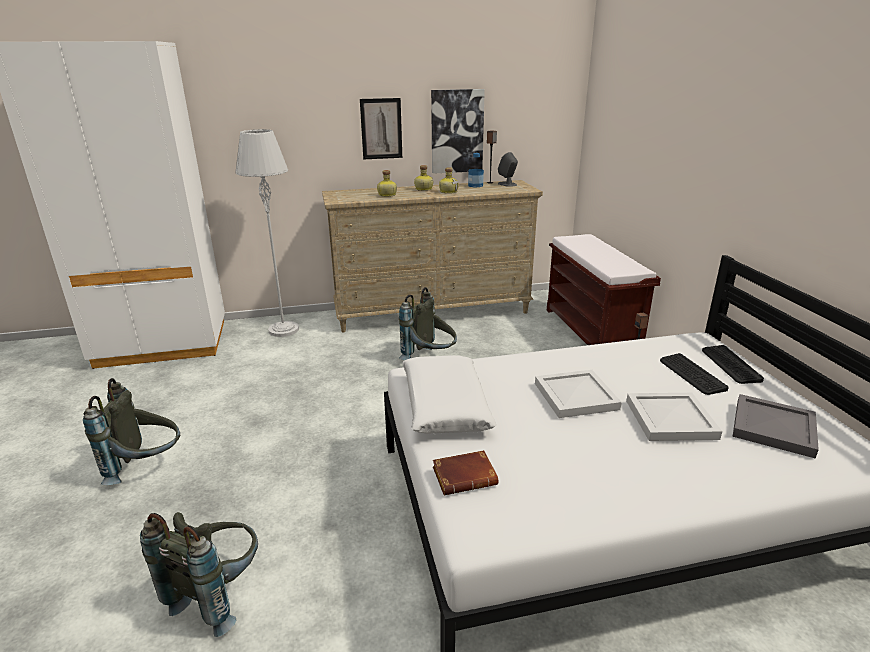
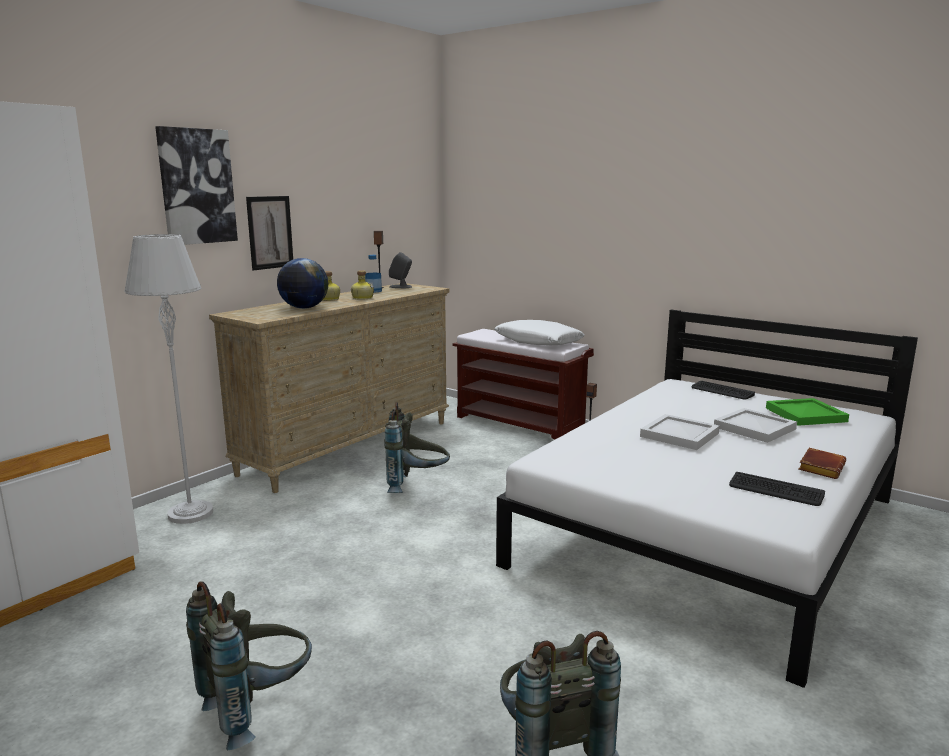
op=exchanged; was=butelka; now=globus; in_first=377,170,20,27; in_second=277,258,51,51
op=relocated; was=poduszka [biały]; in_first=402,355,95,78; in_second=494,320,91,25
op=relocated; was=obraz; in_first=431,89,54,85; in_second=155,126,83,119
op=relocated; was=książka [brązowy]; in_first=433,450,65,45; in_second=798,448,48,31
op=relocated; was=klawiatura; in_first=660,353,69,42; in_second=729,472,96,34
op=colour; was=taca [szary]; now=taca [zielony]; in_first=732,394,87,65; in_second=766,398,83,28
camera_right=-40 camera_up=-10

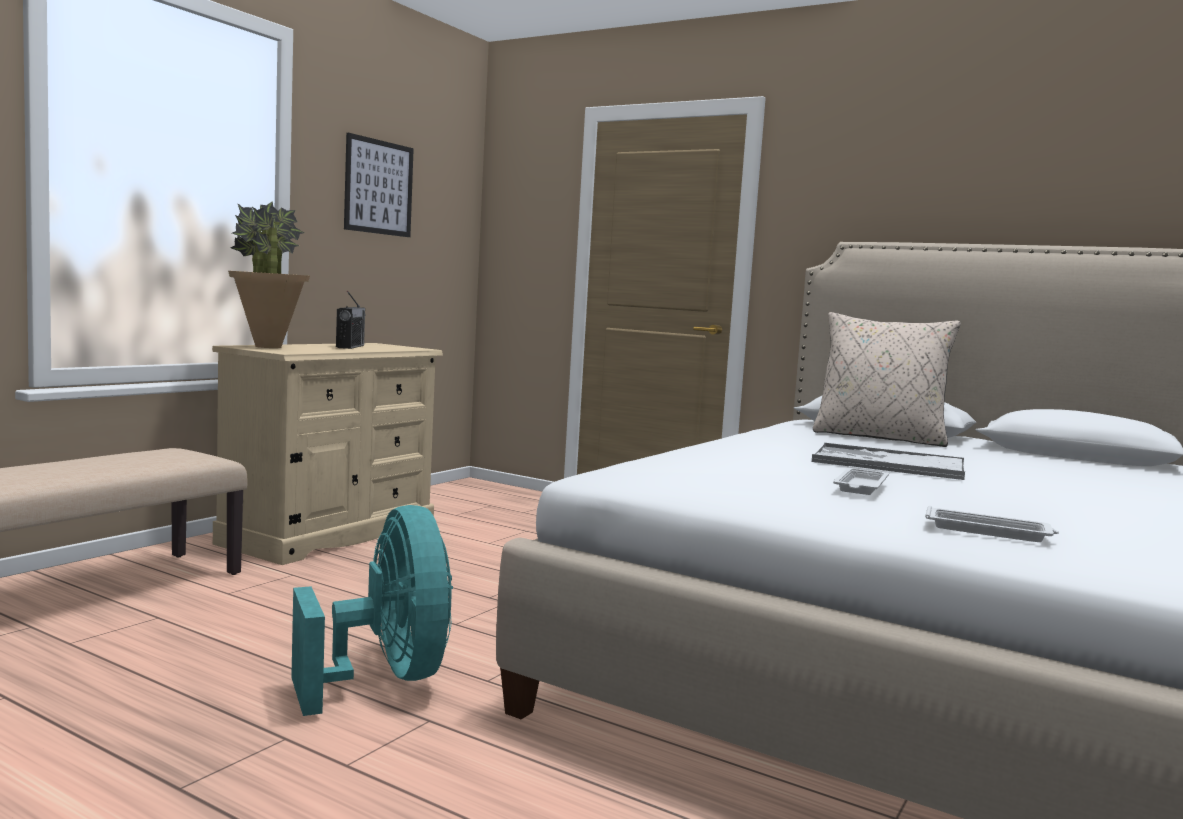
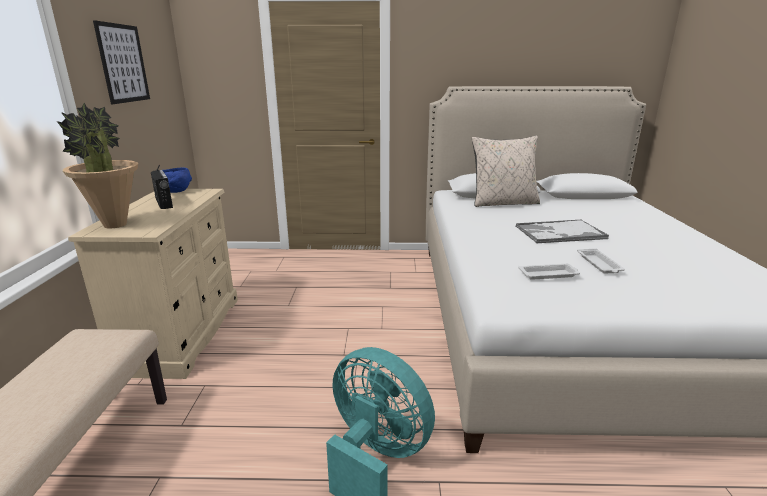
op=relocated; was=taca [biały]; in_first=925,506,134,36; in_second=518,264,62,16
op=appeared; now=miska [niebieski]; in_second=163,168,29,25
camera_right=-30 camera_up=15

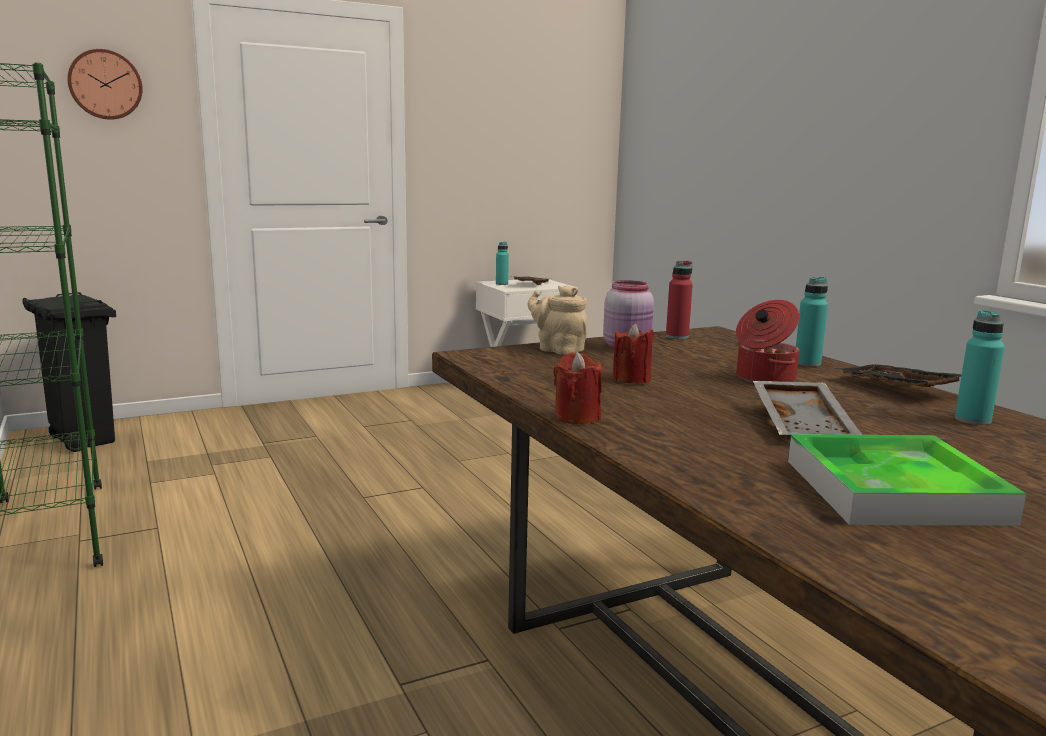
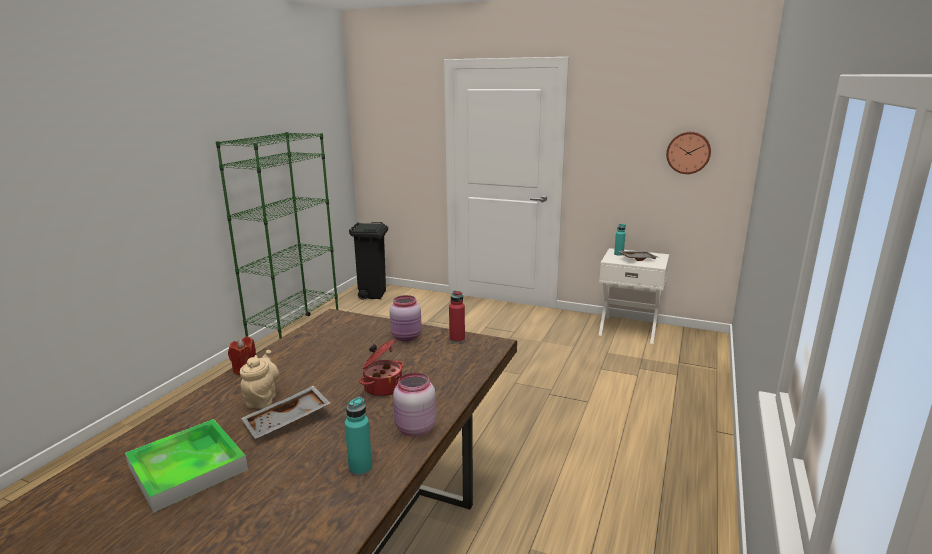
op=relocated; was=zegar ścienny; in_first=67,49,76,71; in_second=666,132,45,42
op=relocated; was=imbryk [beżowy]; in_first=528,285,59,70; in_second=240,350,39,59
op=missing; was=świeca [czerwony]; in_first=612,323,42,61
op=missing; was=butelka [turkusowy]; in_first=796,277,32,90
op=exchanged; was=taca [czarny]; now=słoik [różowy]; in_first=833,364,129,23; in_second=393,372,43,65
camera_right=50 camera_up=5

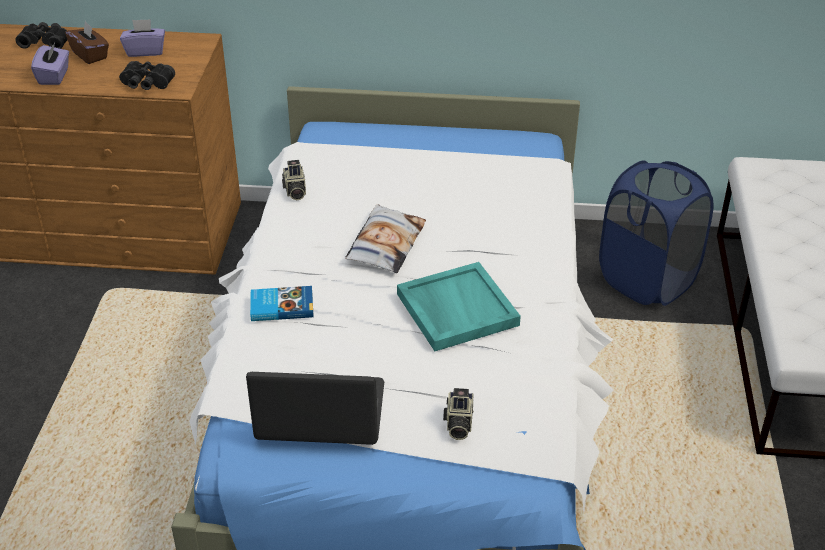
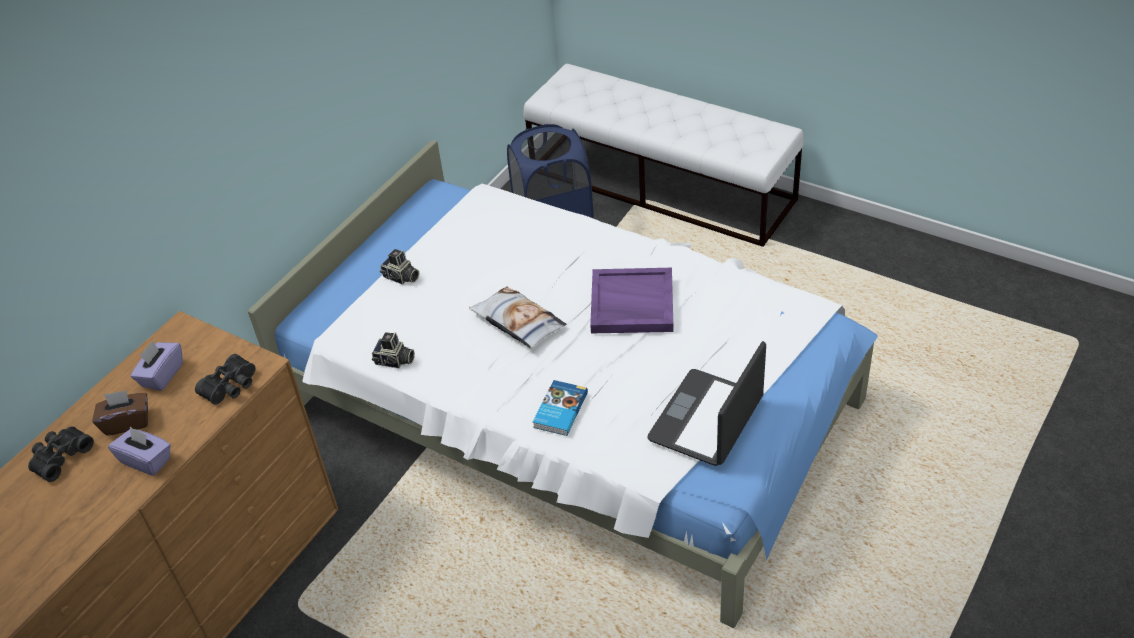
op=colour; was=taca [turkusowy]; now=taca [fioletowy]; in_first=397,262,124,89; in_second=590,268,84,65
op=relocated; was=aparat fotograficzny; in_first=443,388,31,52; in_second=380,249,39,36
camera_right=-60 camera_up=5

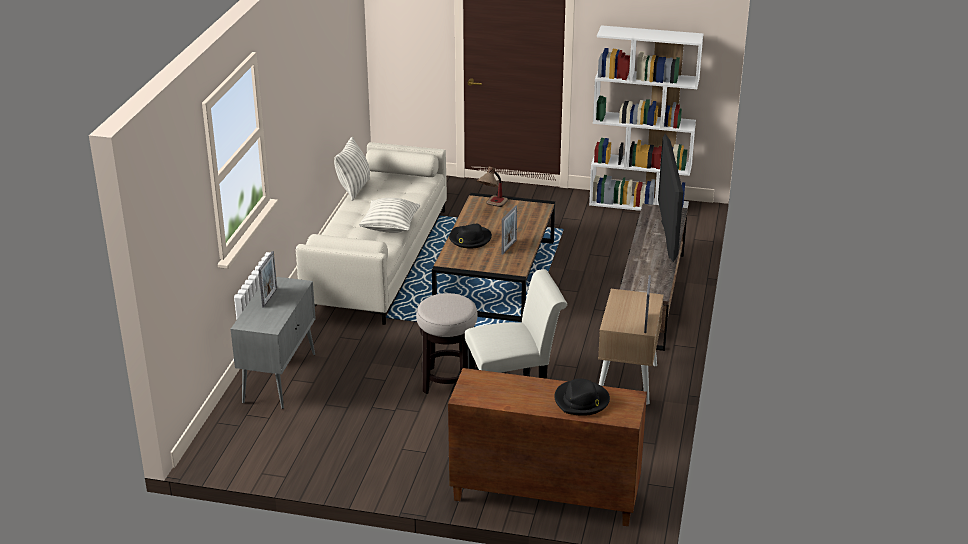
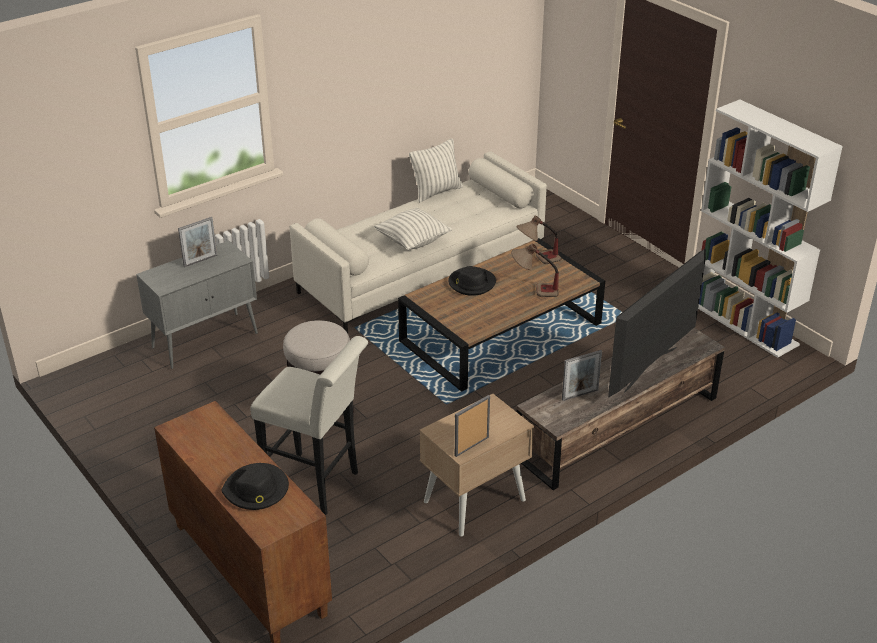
op=relocated; was=ramka na zdjęcie; in_first=502,205,15,49; in_second=562,350,40,51
op=appeared; now=lampa stołowa; in_second=511,244,48,53
camera_right=40 camera_up=5

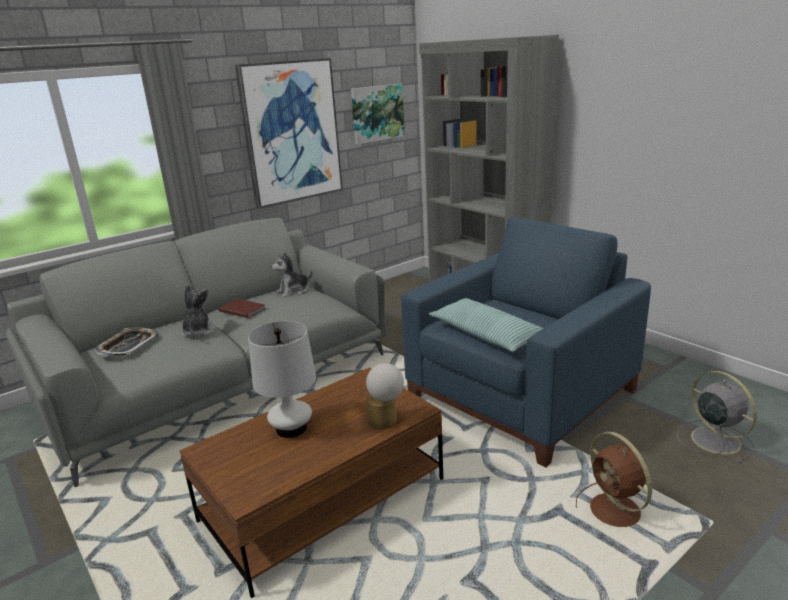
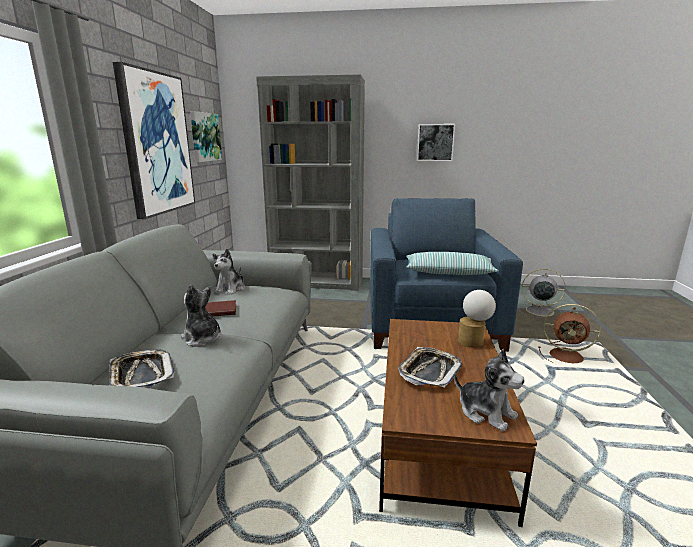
op=exchanged; was=lampa stołowa [biały]; now=taca; in_first=248,321,68,117; in_second=398,347,64,41
op=appeared; now=obraz; in_second=417,124,38,37
op=appeared; now=pluszak; in_second=454,349,71,83
camera_right=-45 camera_up=-5

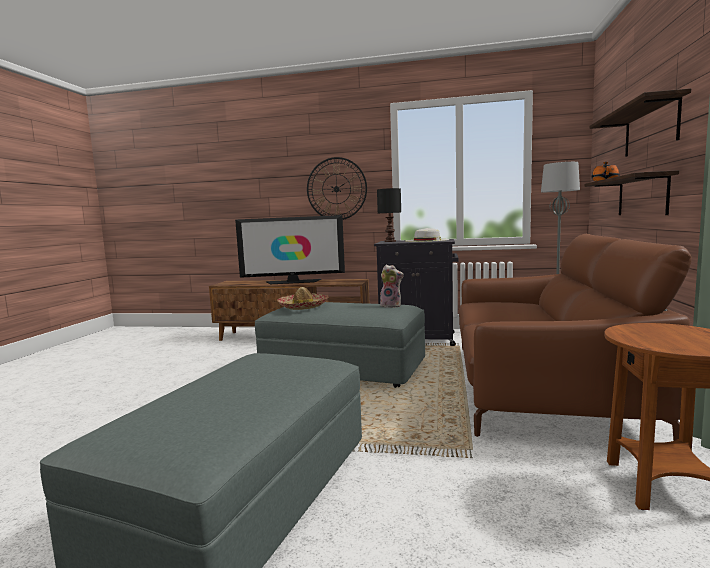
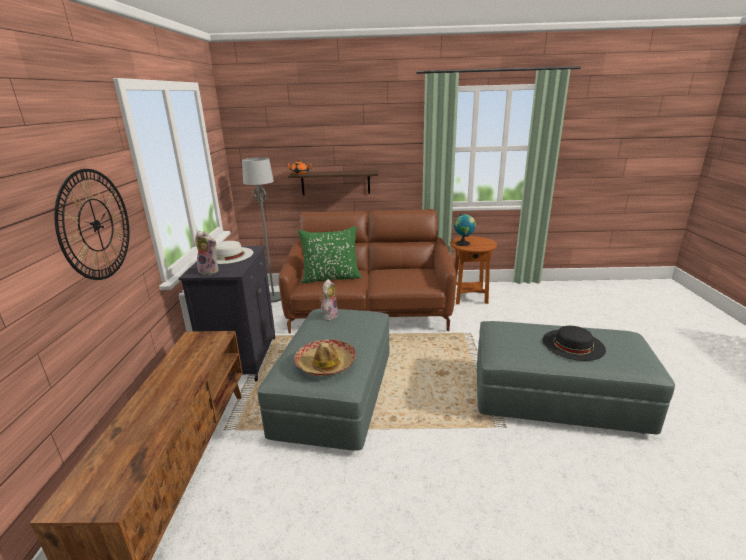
op=missing; was=telewizor; in_first=235,215,110,69
op=exchanged; was=lampa stołowa [czarny]; now=pluszak; in_first=377,188,24,54; in_second=195,231,24,44
op=missing; was=półka; in_first=589,88,102,69
op=appeared; now=poduszka [zielony]; in_second=298,226,63,57
op=appeared; now=globus; in_second=454,214,22,32
op=appeared; now=kapelusz [czarny]; in_second=542,326,64,35
camera_right=-100 camera_up=15

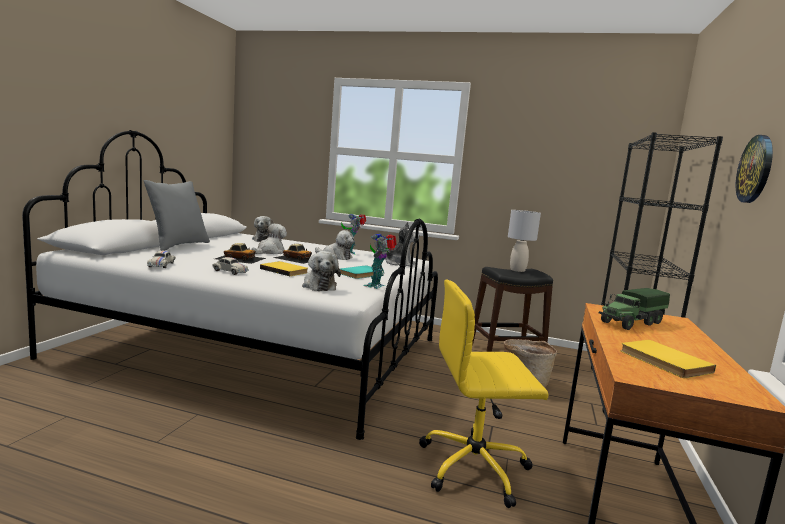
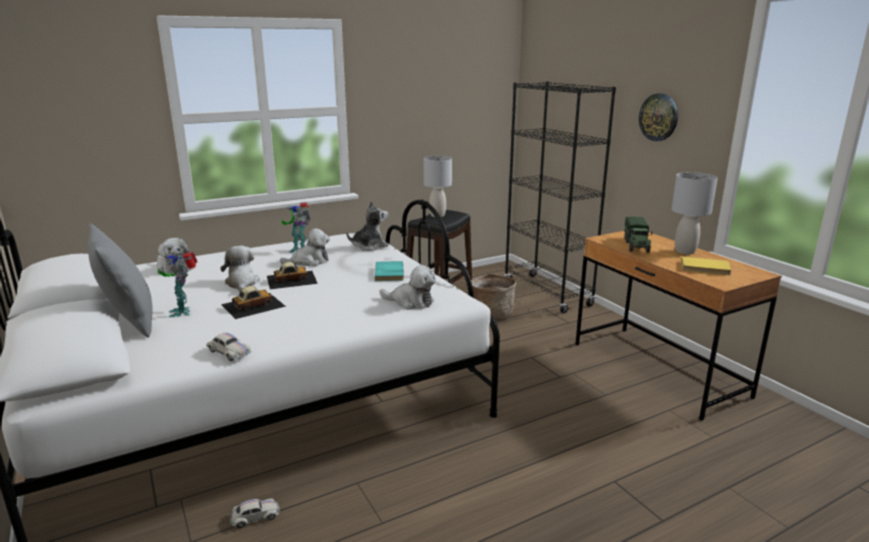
op=relocated; was=samochodzik [biały]; in_first=212,257,37,18; in_second=230,499,50,29
op=missing; was=książka [żółty]; in_first=260,261,48,15
op=relocated; was=robot zabawkowy; in_first=363,233,34,56; in_second=158,252,40,65
op=missing; was=krzesło biurowe [żółty]; in_first=419,279,129,229
op=appeared; now=lampa stołowa [szary]; in_second=672,172,46,82
camera_right=-45 camera_up=10

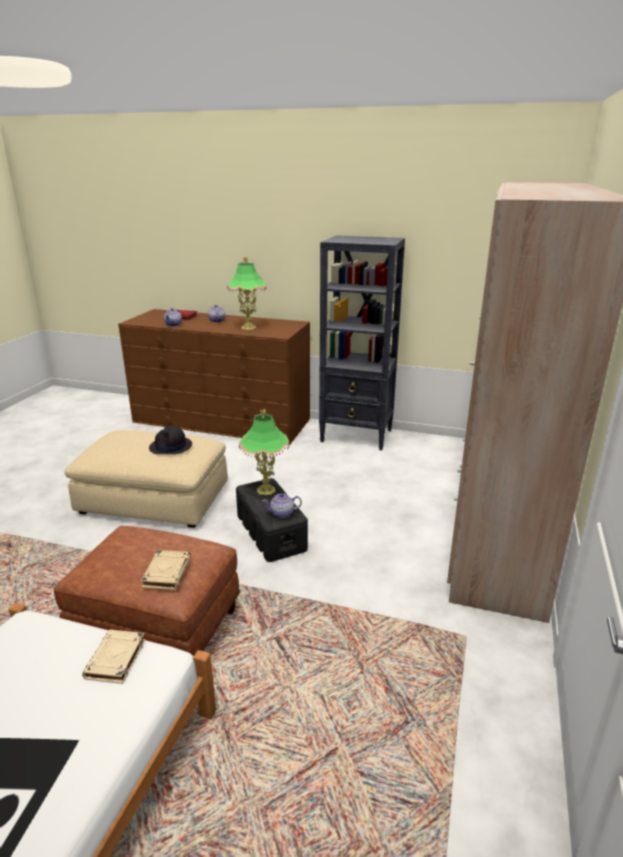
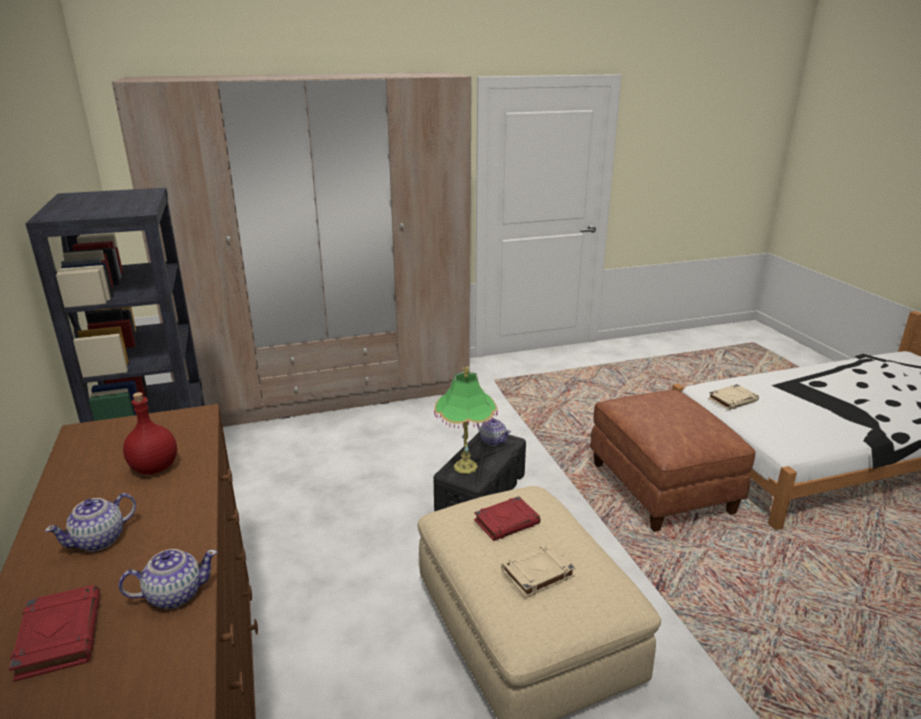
op=relocated; was=książka [beżowy]; in_first=141,550,50,40; in_second=501,544,74,54
op=exchanged; was=kapelusz [czarny]; now=książka [czerwony]; in_first=149,426,43,28; in_second=474,496,67,45
op=exchanged; was=lampa stołowa; now=butelka [czerwony]; in_first=227,257,39,73; in_second=123,392,54,83
camera_right=-125 camera_up=0

